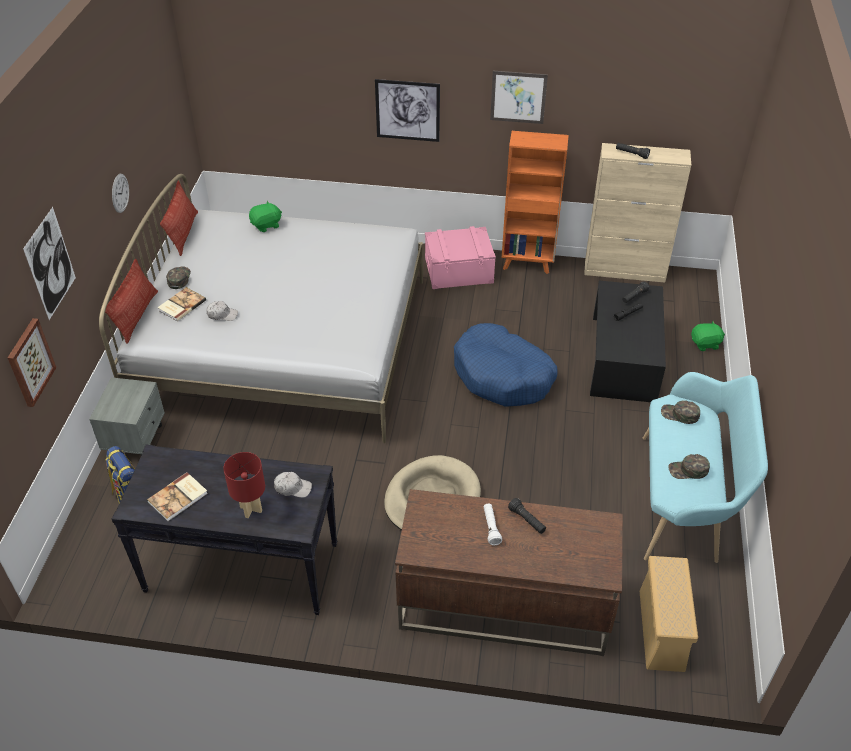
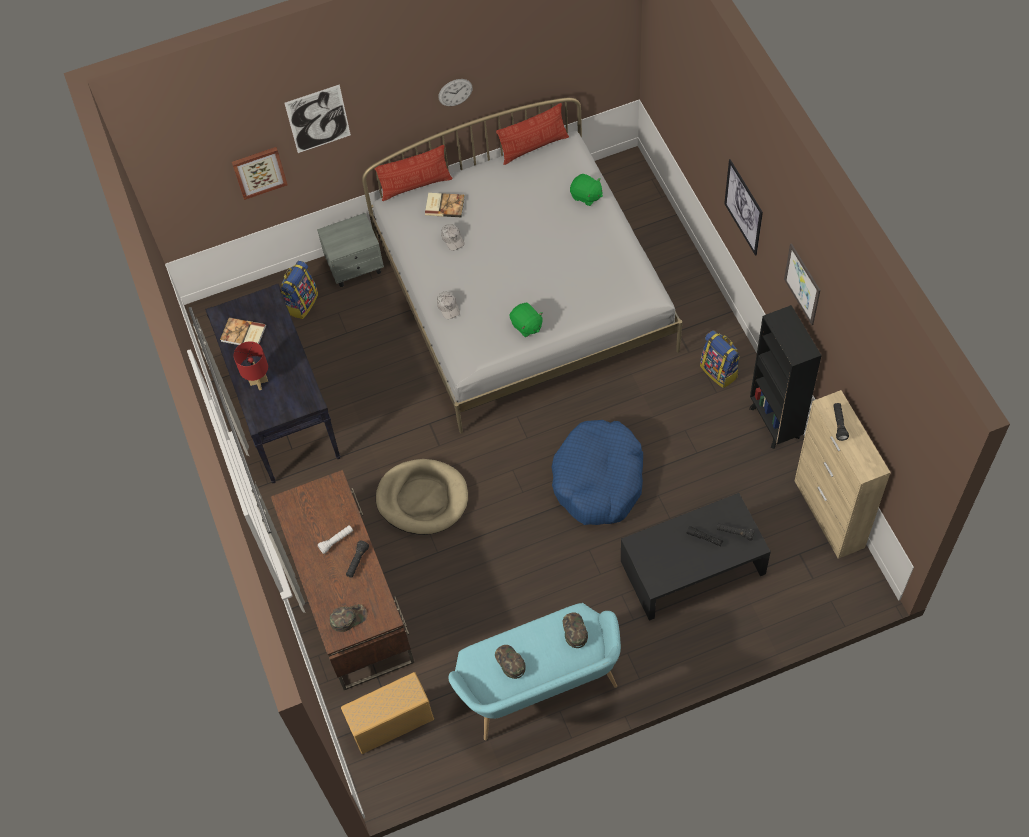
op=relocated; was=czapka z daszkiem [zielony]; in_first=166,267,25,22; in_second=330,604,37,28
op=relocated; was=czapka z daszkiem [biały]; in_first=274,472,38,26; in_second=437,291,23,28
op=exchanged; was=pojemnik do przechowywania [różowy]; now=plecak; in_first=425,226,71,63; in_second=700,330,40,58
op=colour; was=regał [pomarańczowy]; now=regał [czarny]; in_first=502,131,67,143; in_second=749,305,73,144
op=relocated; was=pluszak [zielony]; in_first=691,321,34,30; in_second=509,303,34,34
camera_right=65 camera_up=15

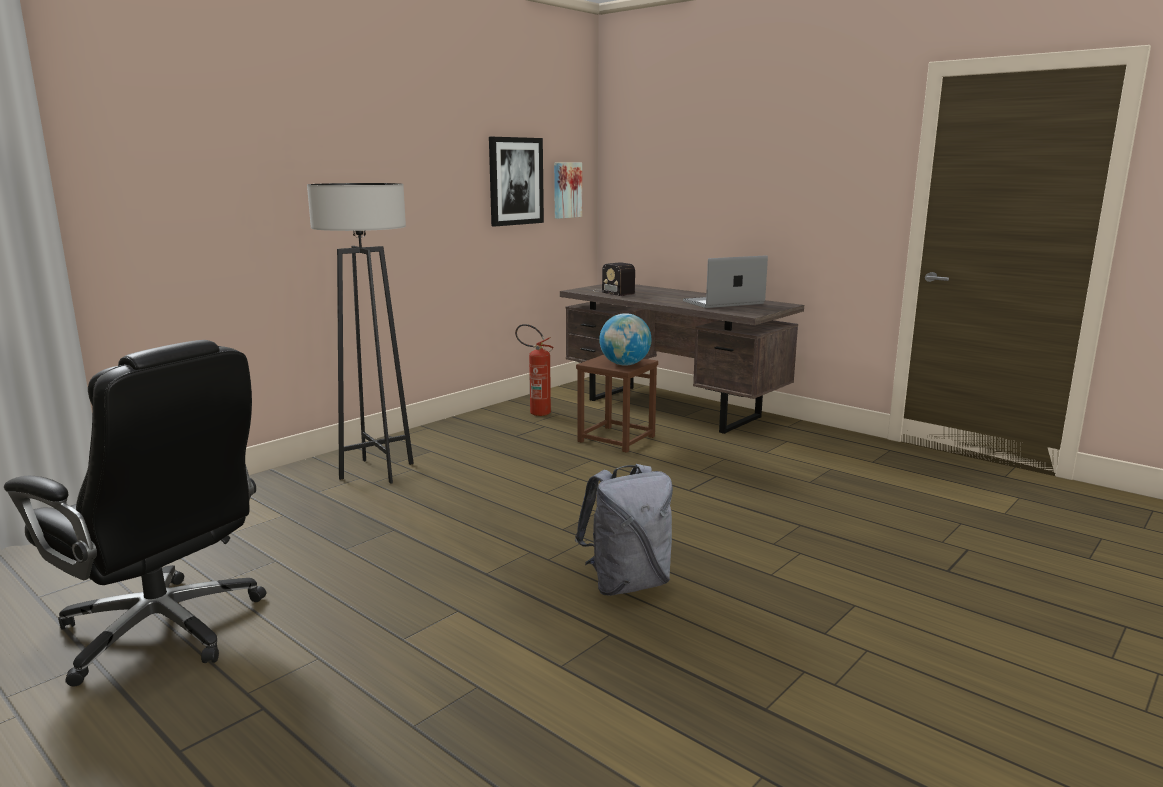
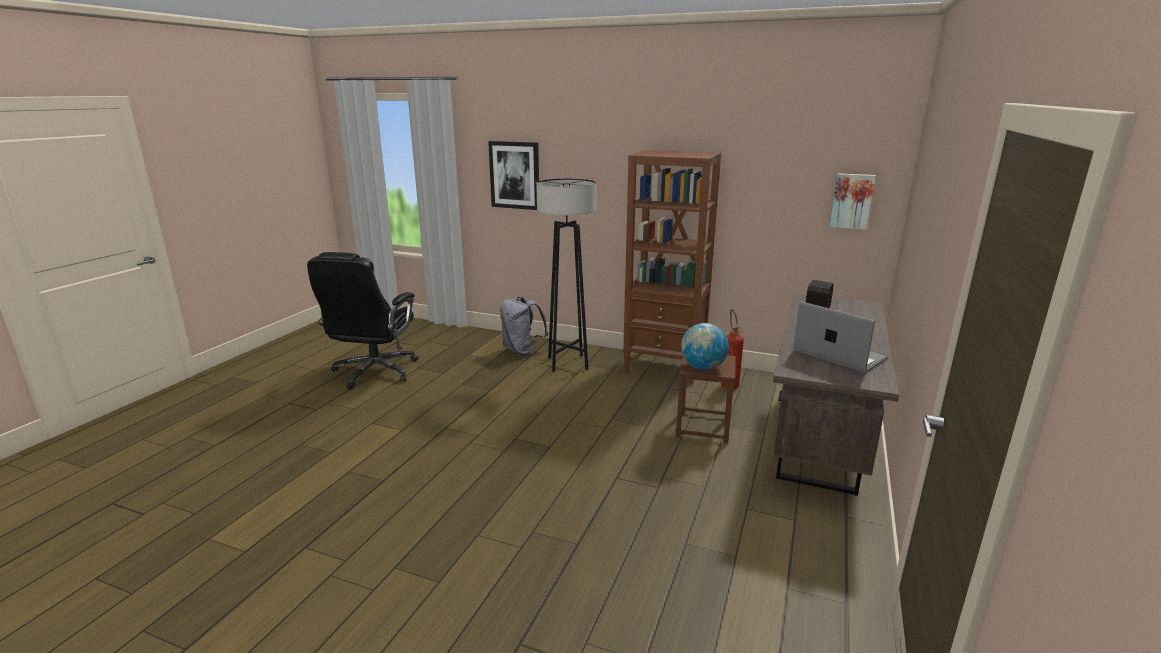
op=relocated; was=obraz; in_first=489,137,55,89; in_second=488,141,51,69
op=relocated; was=plecak [szary]; in_first=575,464,98,132; in_second=500,297,48,58
op=appeared; now=regał [brązowy]; in_second=623,150,98,234
camera_right=70 camera_up=5

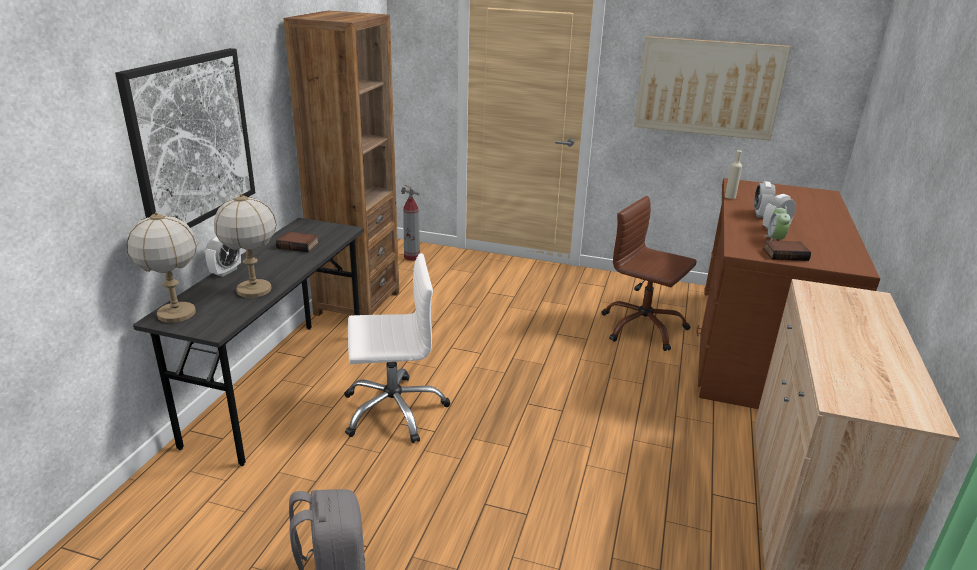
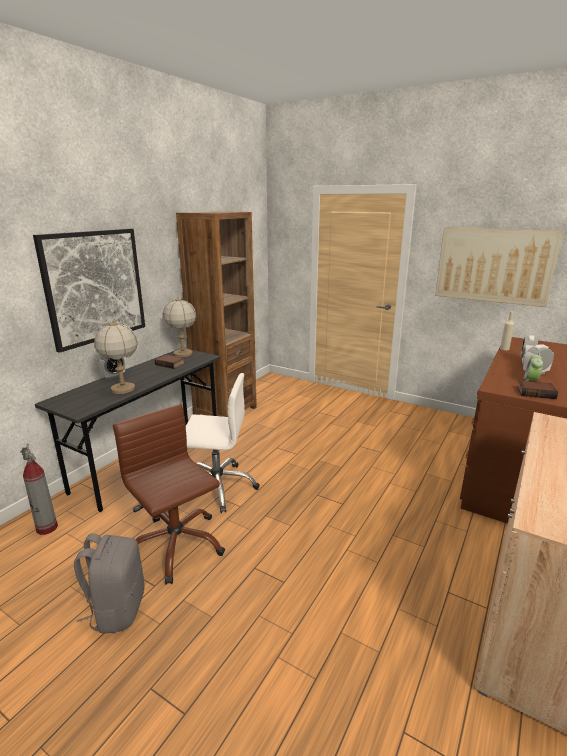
op=relocated; was=lampa stołowa; in_first=127,212,70,111; in_second=162,297,34,60
op=relocated; was=gaśnica; in_first=401,184,19,77; in_second=20,444,38,91
op=relocated; was=krzesło biurowe [brązowy]; in_first=601,196,96,155; in_second=113,404,112,180
camera_right=15 camera_up=-5

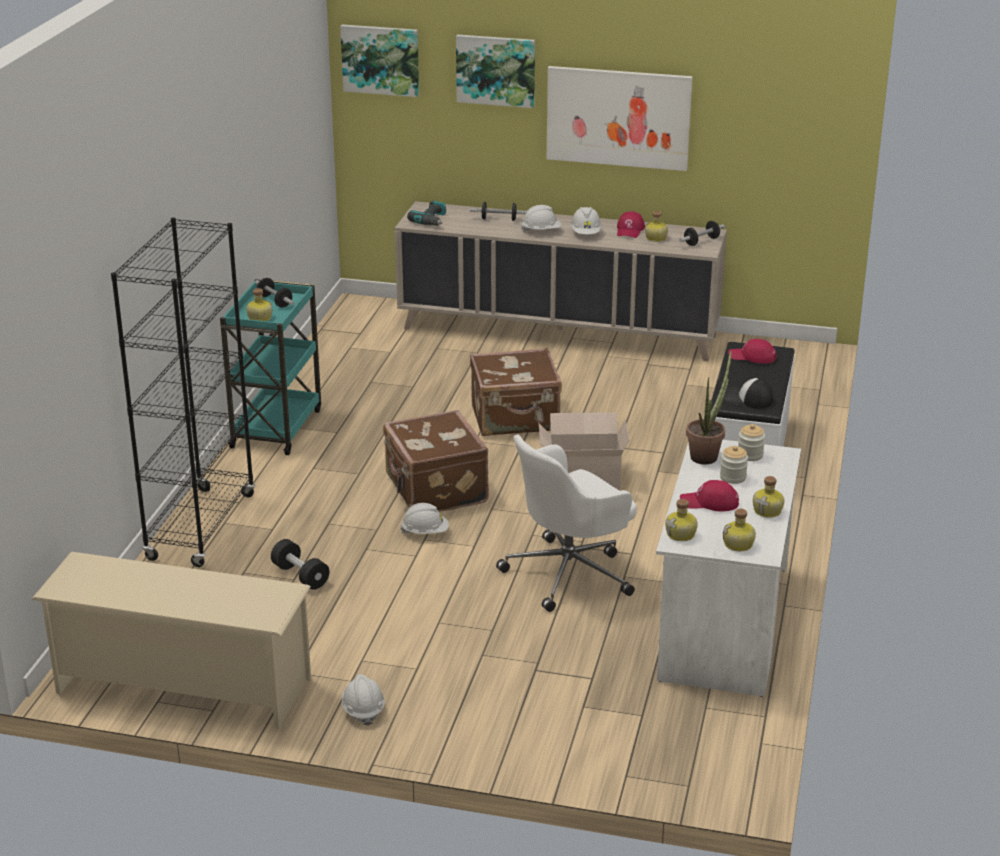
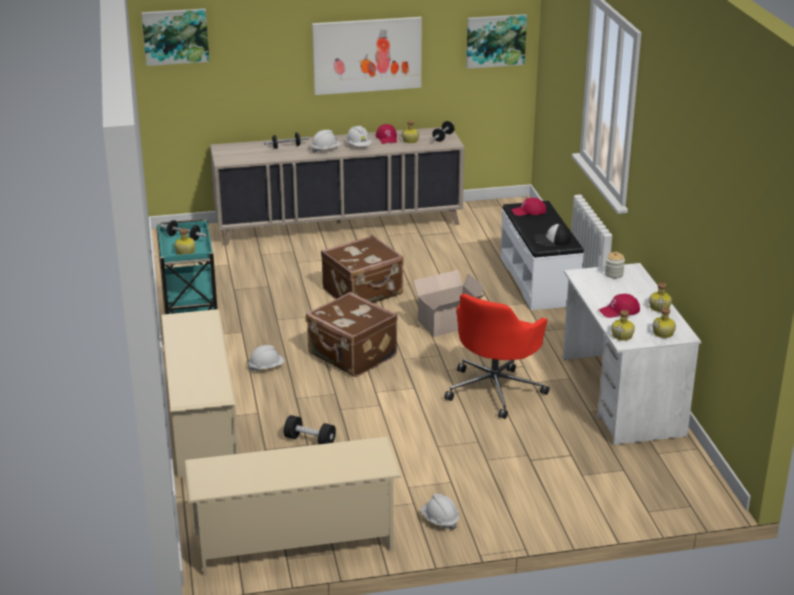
op=exchanged; was=regał [czarny]; now=regał na buty [beżowy]; in_first=111,217,144,350; in_second=161,309,78,169
op=relocated; was=kask [biały]; in_first=401,503,48,31; in_second=249,345,35,26
op=missing; was=wiertarka; in_first=407,200,39,26
op=relocated; was=obraz; in_first=456,34,79,74; in_second=466,14,61,55
op=colour; was=krzesło biurowe [biały]; now=krzesło biurowe [czerwony]; in_first=496,435,141,177; in_second=444,294,105,125
op=missing; was=roślina doniczkowa; in_first=686,350,46,114
op=missing; was=słoik; in_first=720,446,28,38
camera_right=-25 camera_up=0

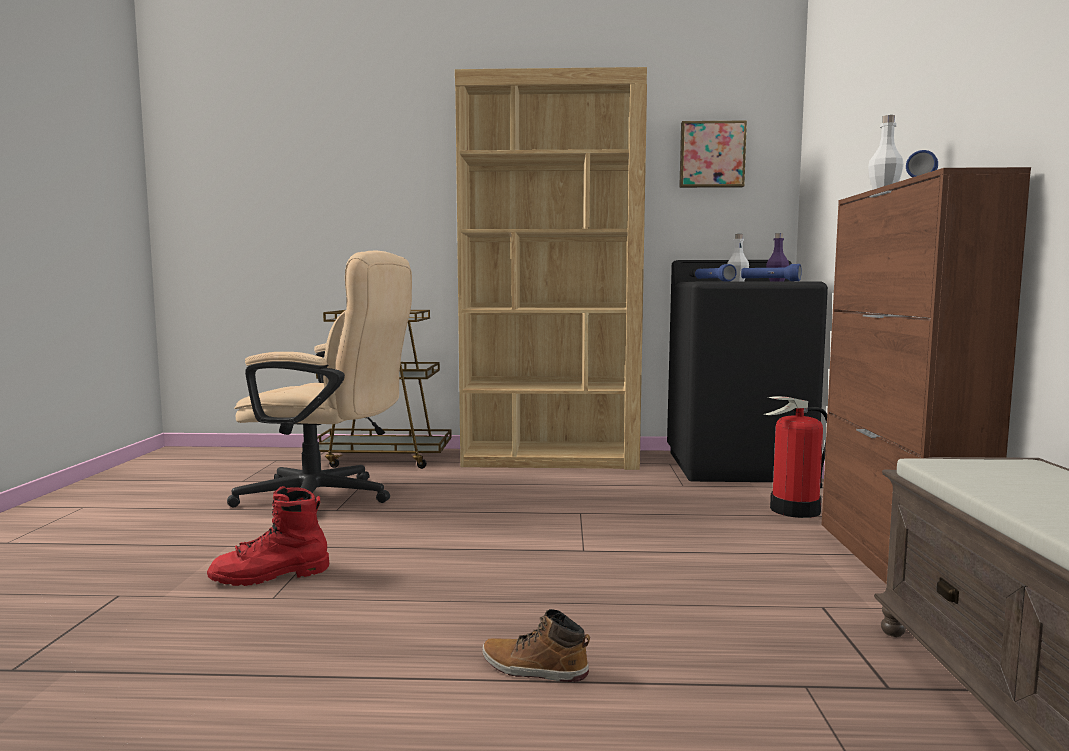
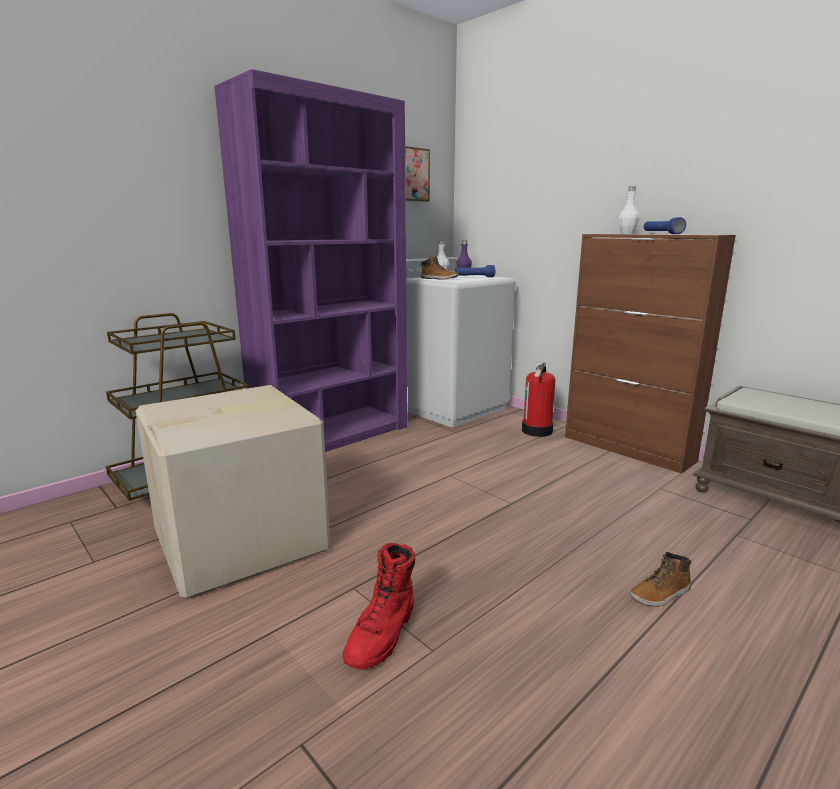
op=exchanged; was=krzesło biurowe [beżowy]; now=karton; in_first=227,251,185,257; in_second=136,385,194,214
op=colour; was=regał [brązowy]; now=regał [fioletowy]; in_first=455,67,192,403; in_second=214,69,193,383
op=colour; was=pralka [czarny]; now=pralka [biały]; in_first=667,260,161,222; in_second=406,257,110,170
op=exchanged; was=latarka [niebieski]; now=but z cholewką; in_first=695,264,42,17; in_second=421,257,38,23
camera_right=-45 camera_up=10

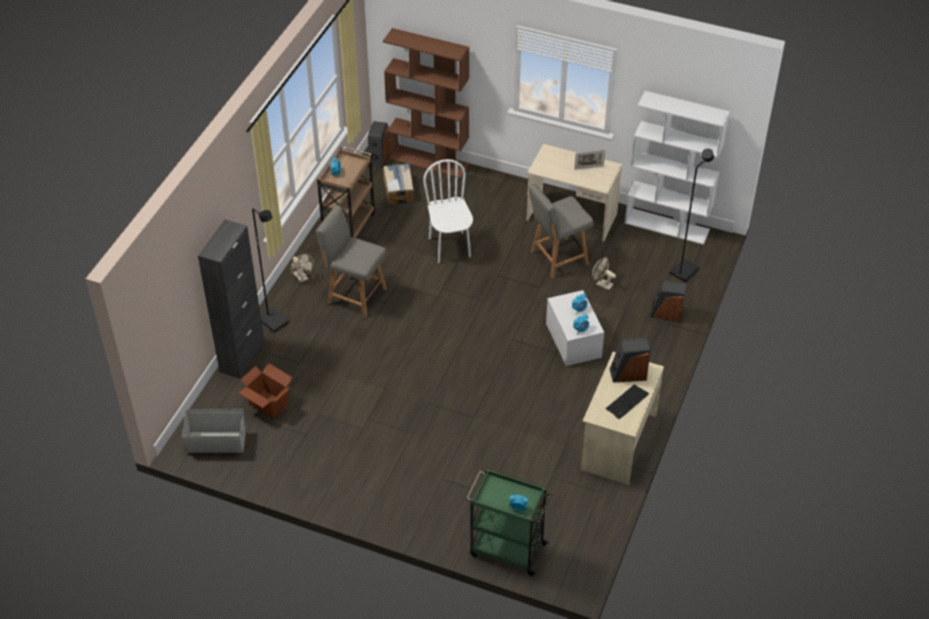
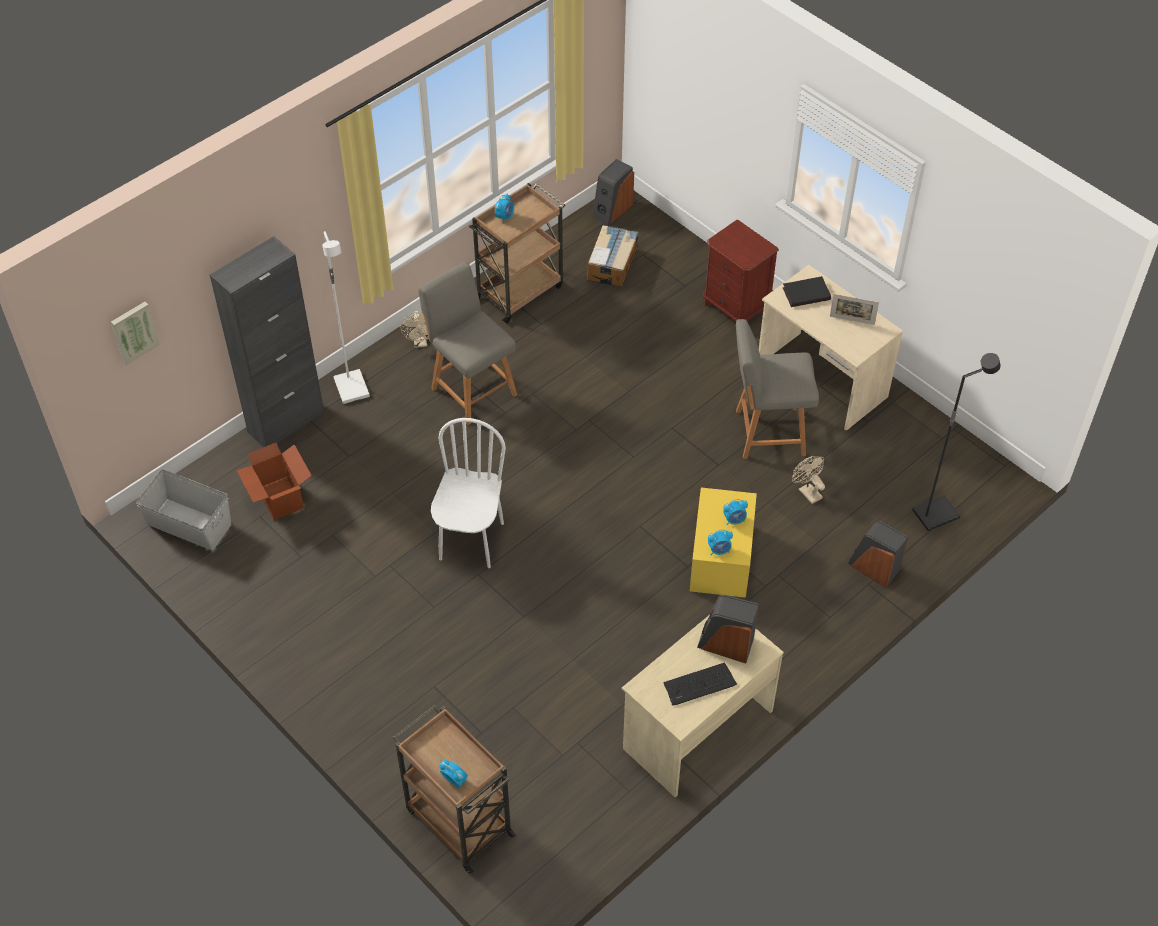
op=colour; was=lampa stojąca [czarny]; now=lampa stojąca [biały]; in_first=252,208,37,125; in_second=322,231,48,173
op=missing; was=regał [brązowy]; in_first=383,28,86,150
op=relocated; was=krzesło [biały]; in_first=423,159,50,104; in_second=431,418,75,150
op=colour; was=wózek [zielony]; now=wózek [brązowy]; in_first=466,469,86,107; in_second=393,705,124,169
op=colour; was=pojemnik do przechowywania [biały]; now=pojemnik do przechowywania [żółty]; in_first=546,290,58,76; in_second=690,487,67,111
op=missing; was=regał [biały]; in_first=625,91,105,154
op=appeared; now=obraz; in_second=111,302,49,63
op=appeared; now=szafka nocna [brązowy]; in_second=703,219,76,103
op=appeared; now=książka [czarny]; in_second=783,276,48,31
camera_right=25 camera_up=5

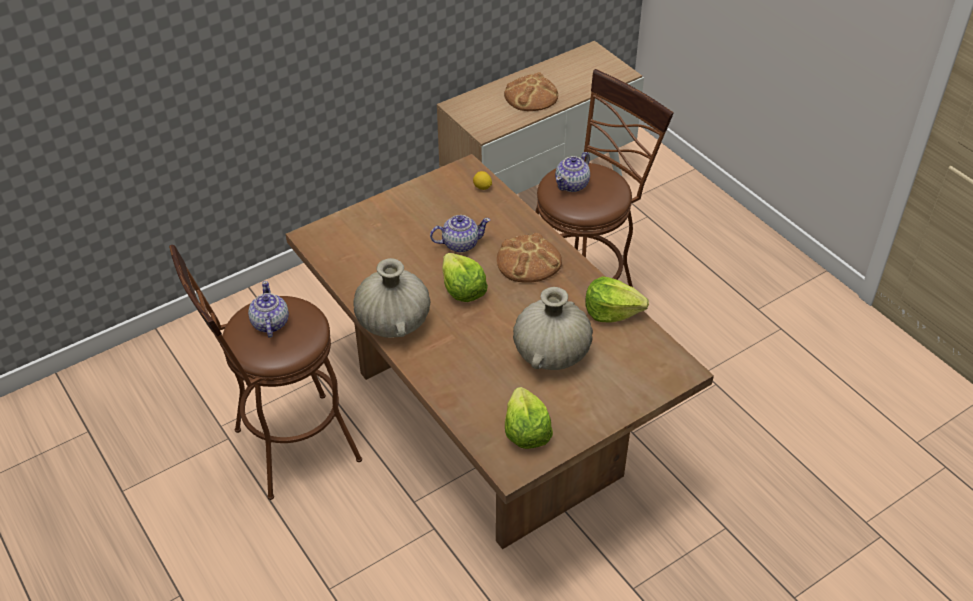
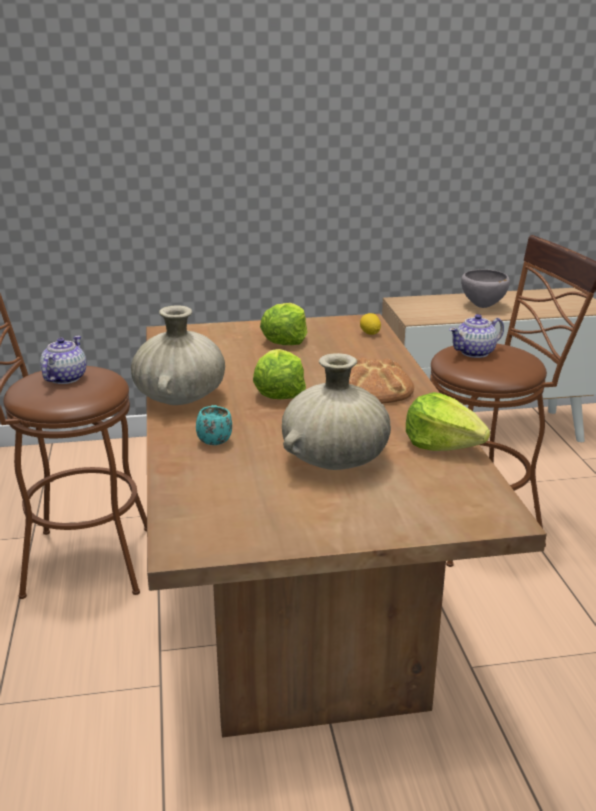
op=missing; was=imbryk; in_first=430,215,60,37
op=exchanged; was=chleb; now=miska [szary]; in_first=504,72,54,39; in_second=461,269,49,39
op=relocated; was=sałata; in_first=505,387,48,62; in_second=260,303,47,42
op=appeared; now=kubek [turkusowy]; in_second=196,405,36,40
camera_right=25 camera_up=-20

